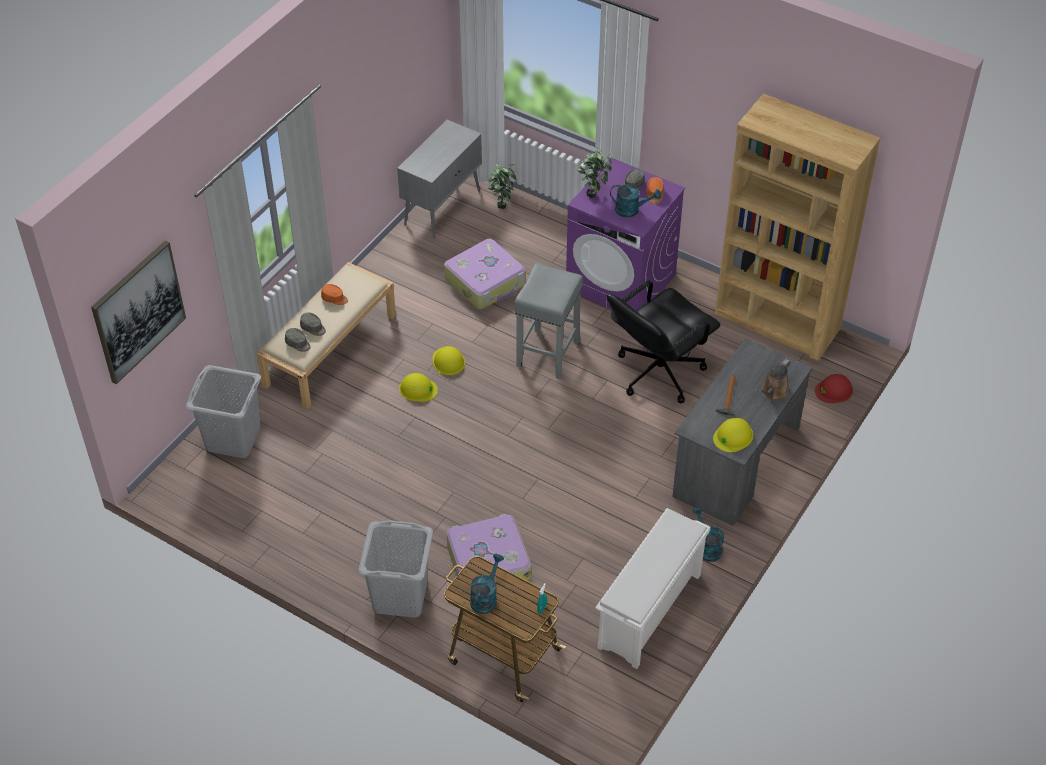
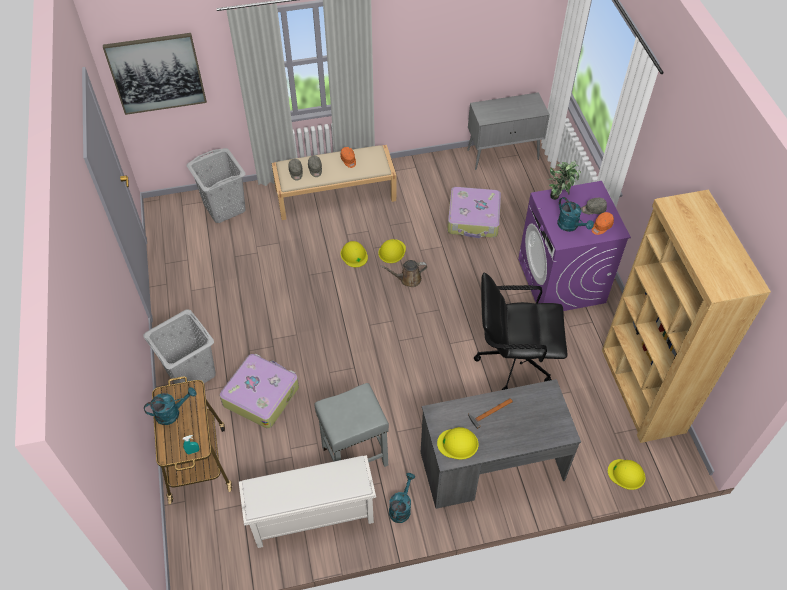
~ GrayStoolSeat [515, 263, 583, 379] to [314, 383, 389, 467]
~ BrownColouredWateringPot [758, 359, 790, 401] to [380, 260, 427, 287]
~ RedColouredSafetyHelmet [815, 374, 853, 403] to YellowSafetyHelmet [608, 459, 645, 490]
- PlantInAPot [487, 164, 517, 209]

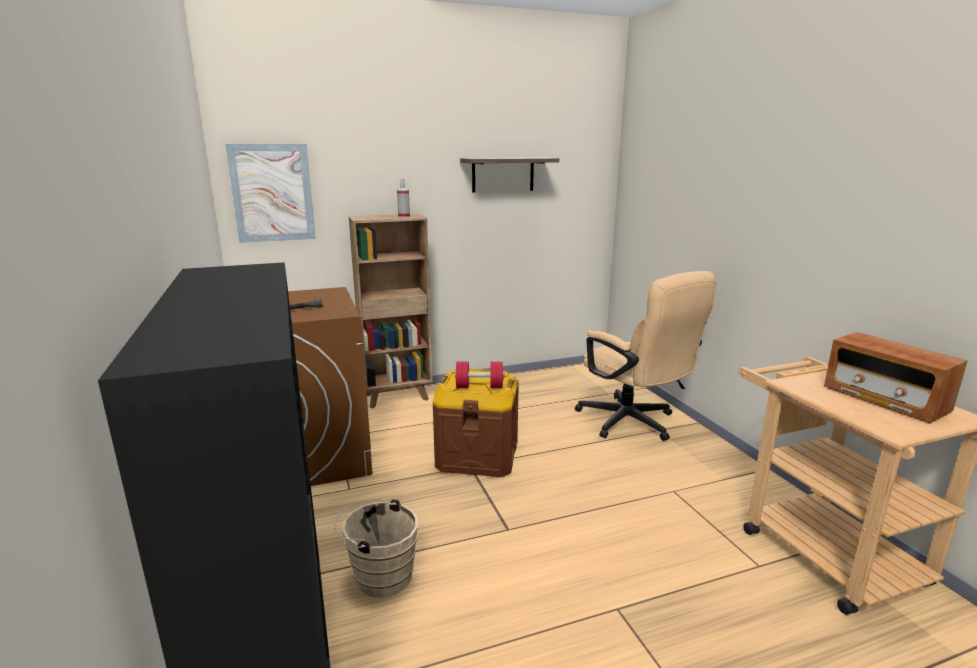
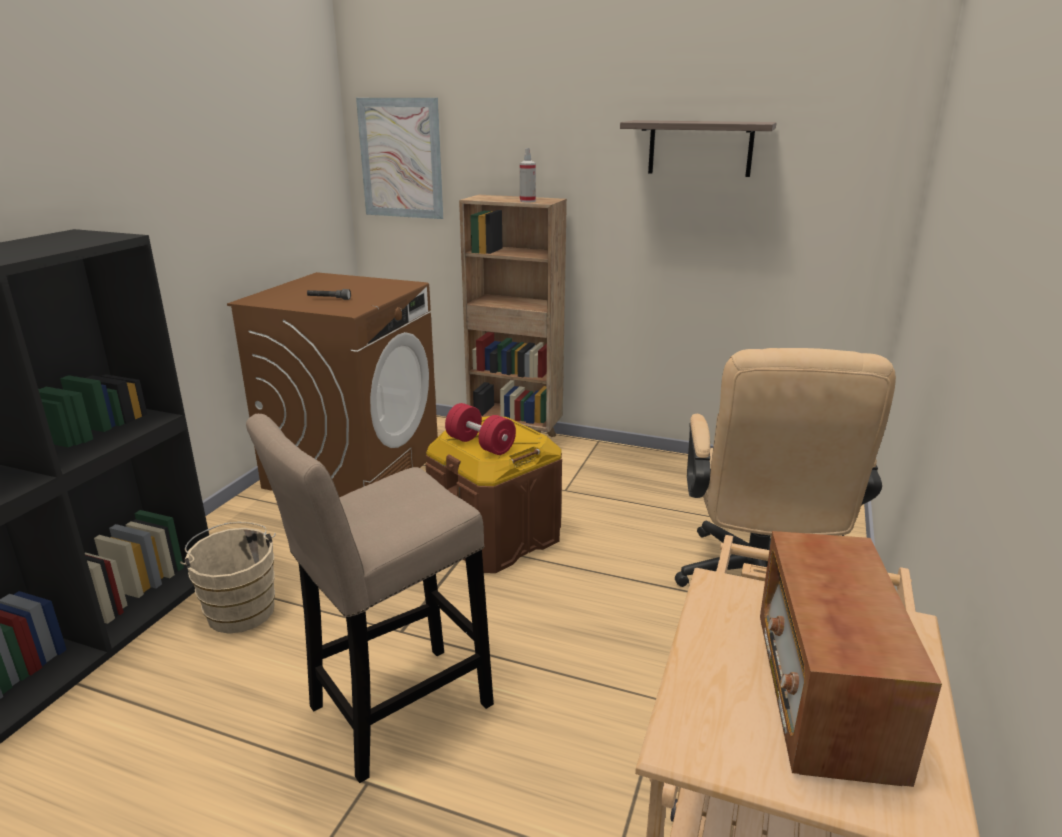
+ BeigeStoolSeat [246, 414, 494, 783]

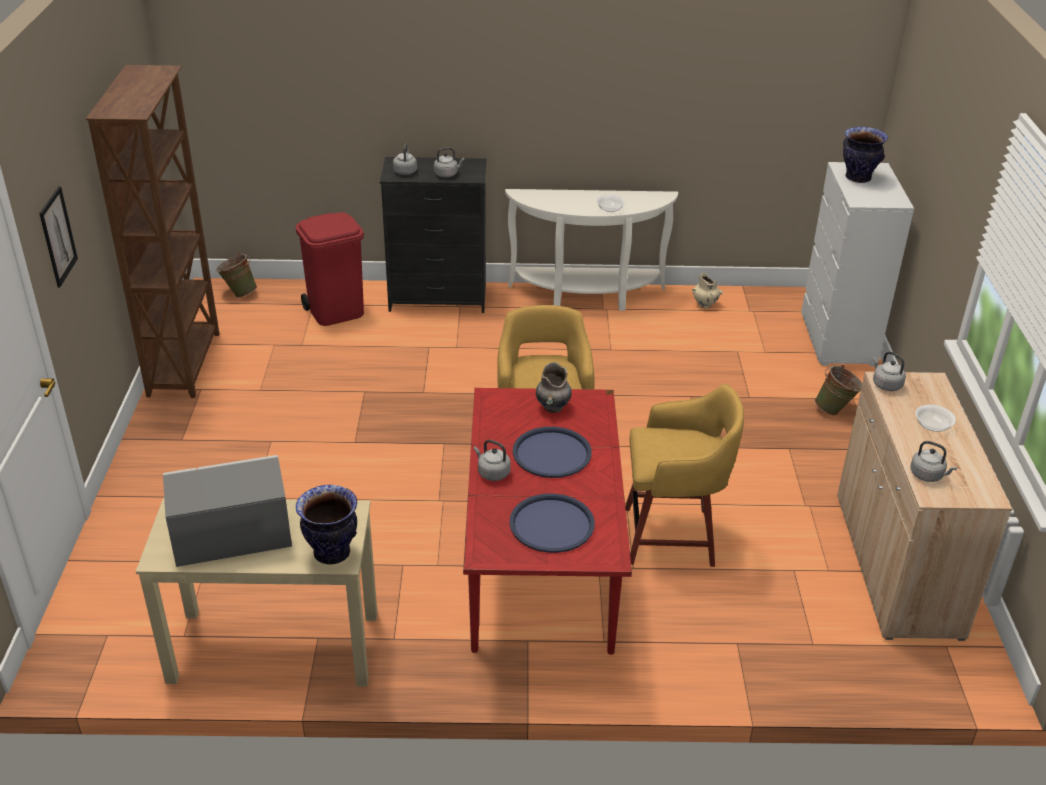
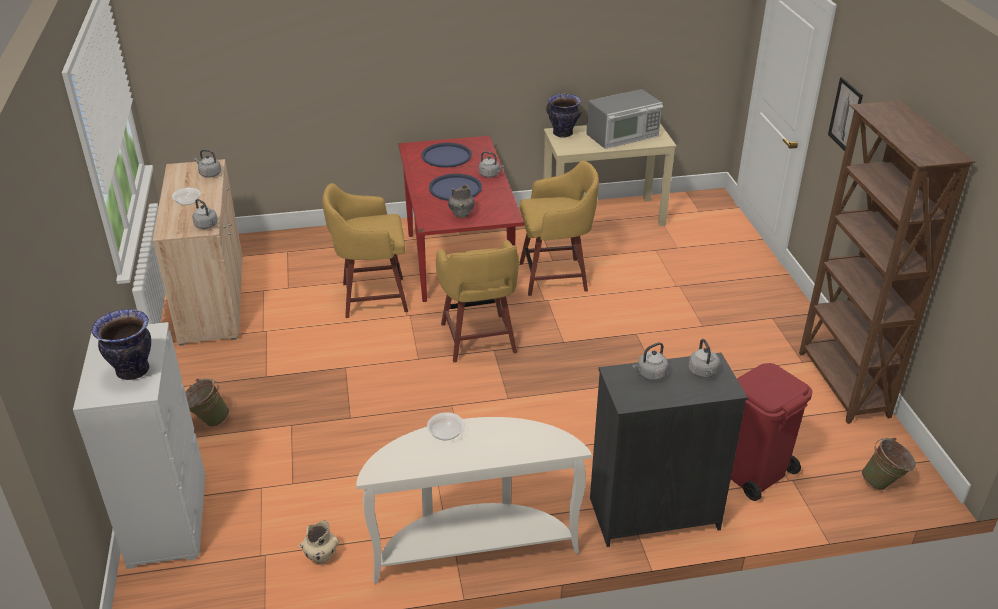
+ YellowStoolSeat [520, 160, 599, 296]

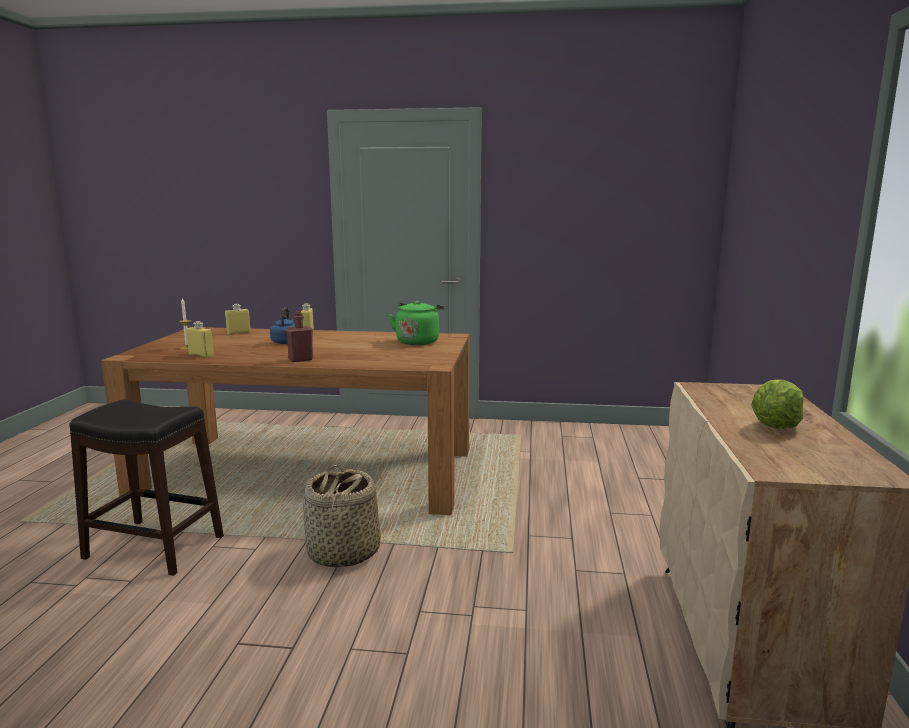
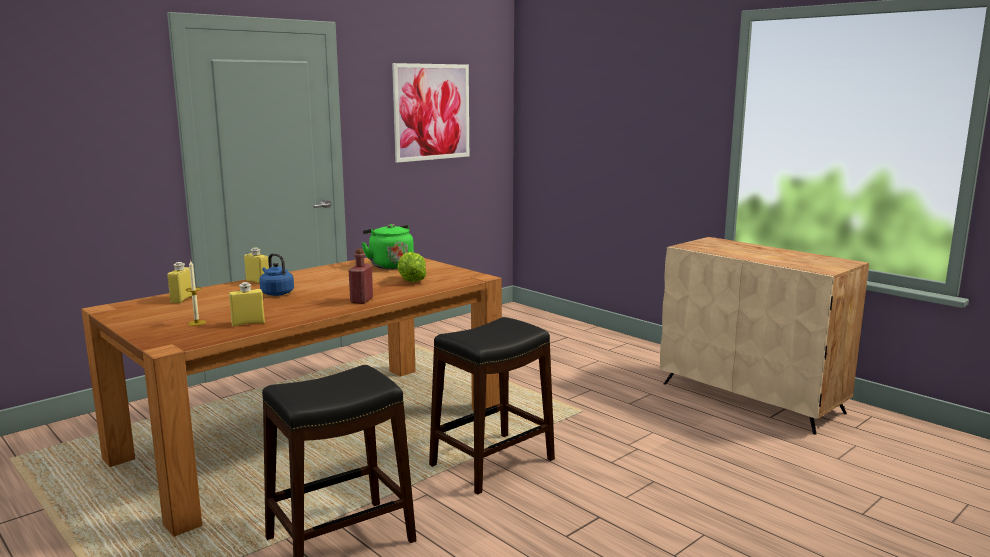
+ Picture [392, 63, 469, 163]
~ HeadOfLettuce [751, 380, 804, 429] to [397, 252, 427, 282]
~ HouseholdBasket [303, 465, 381, 568] to BlackColouredStoolSeat [429, 317, 555, 494]

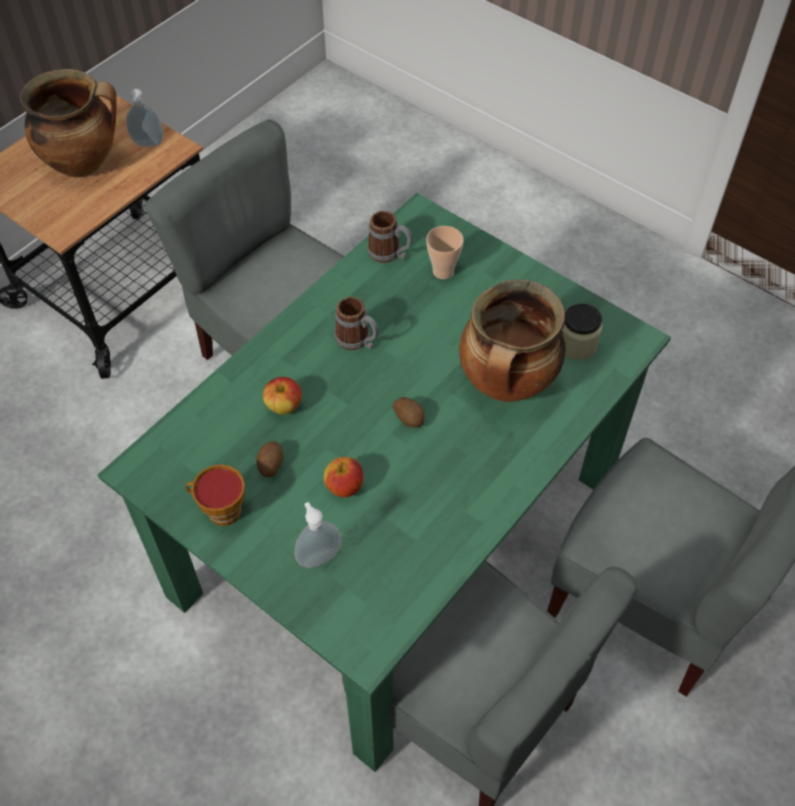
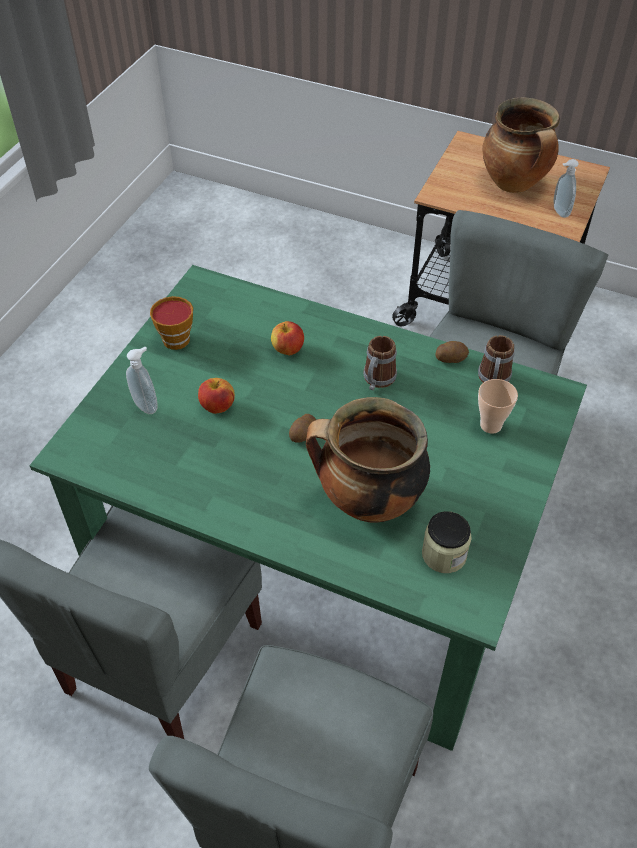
~ Spud [256, 441, 283, 477] to [435, 341, 469, 363]

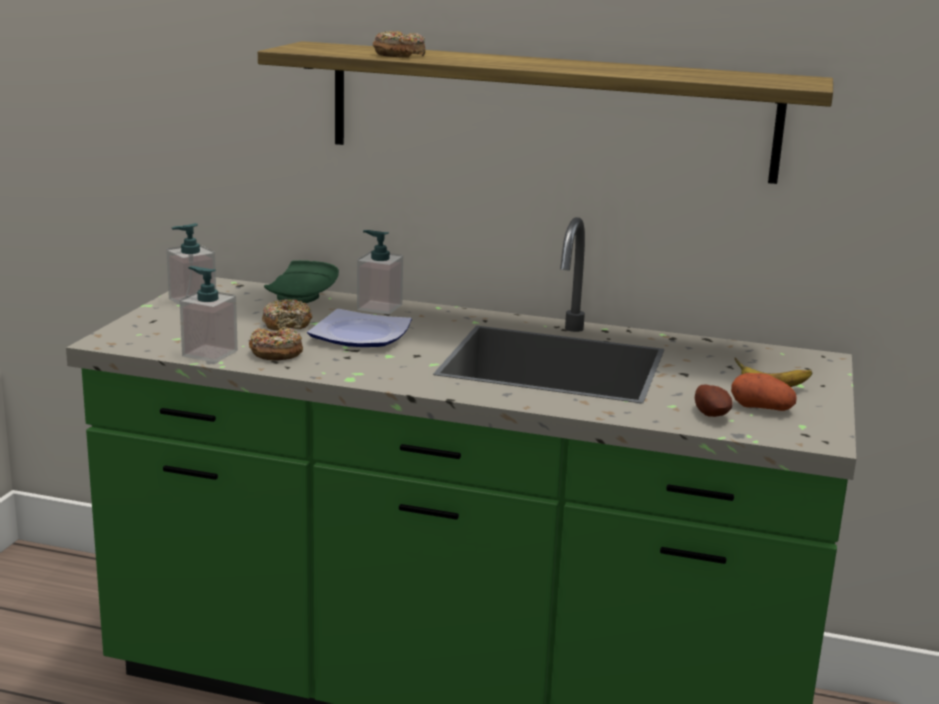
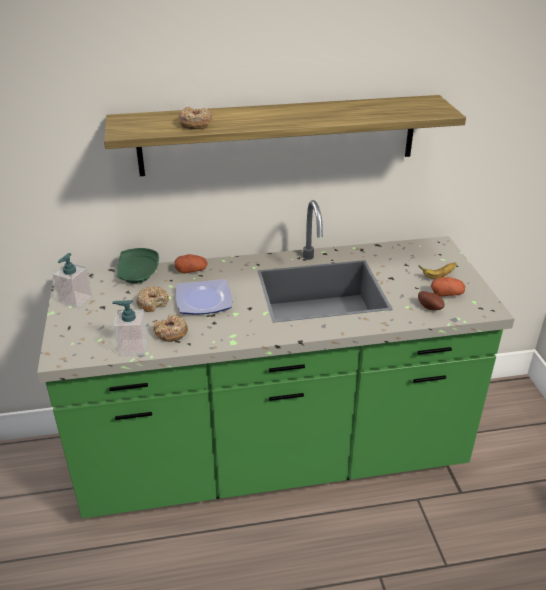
~ LiquidSoapBottle [357, 230, 403, 315] to Spud [175, 254, 208, 274]

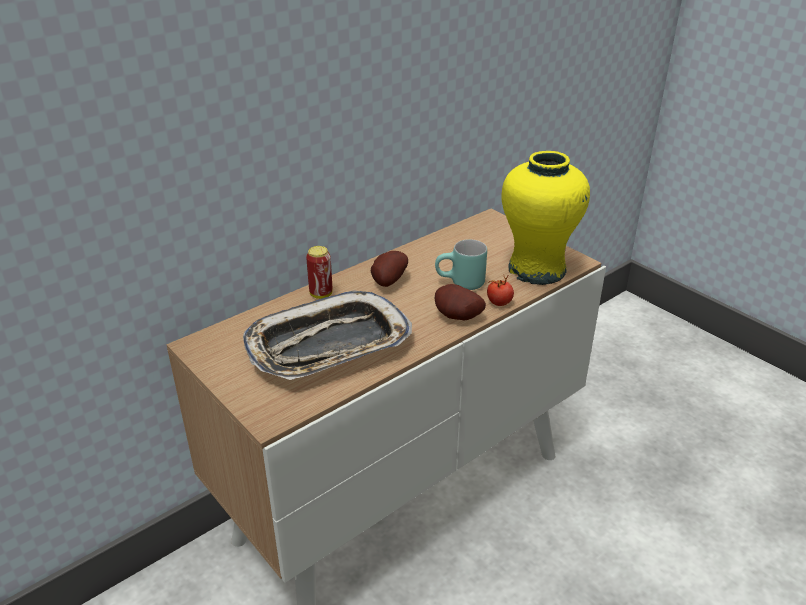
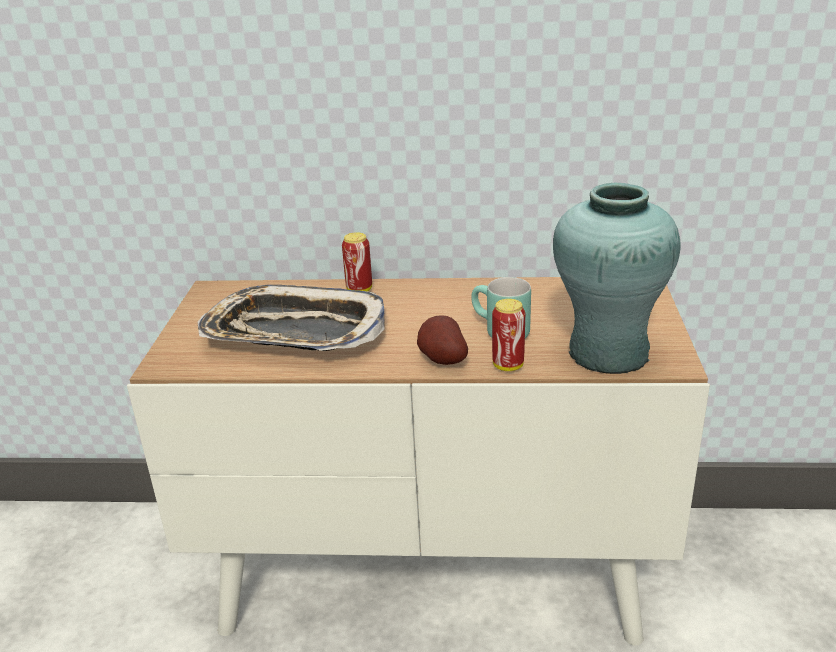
~ WholeTomato [487, 274, 514, 306] to Can [492, 299, 525, 371]
~ YellowVase [501, 151, 590, 285] to BlueGreenVase [553, 183, 681, 374]
- Spud [371, 251, 408, 287]

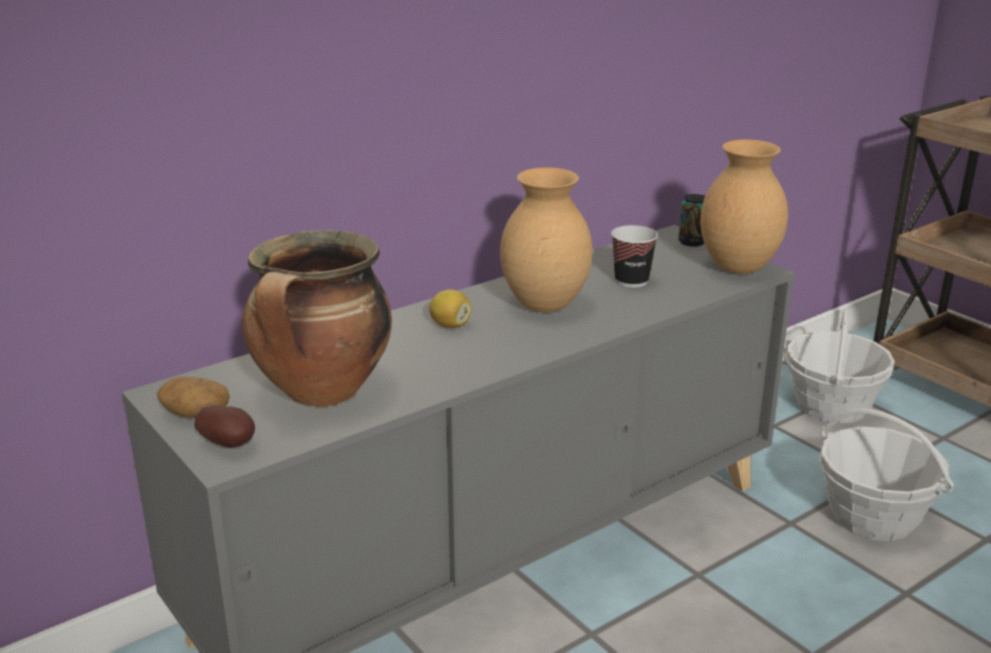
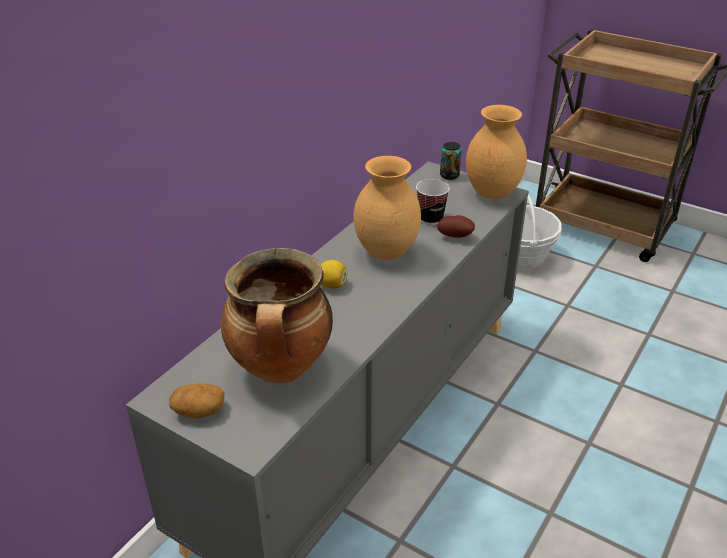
~ Spud [195, 405, 255, 448] to [437, 215, 475, 238]
- HouseholdBasket [819, 408, 954, 541]

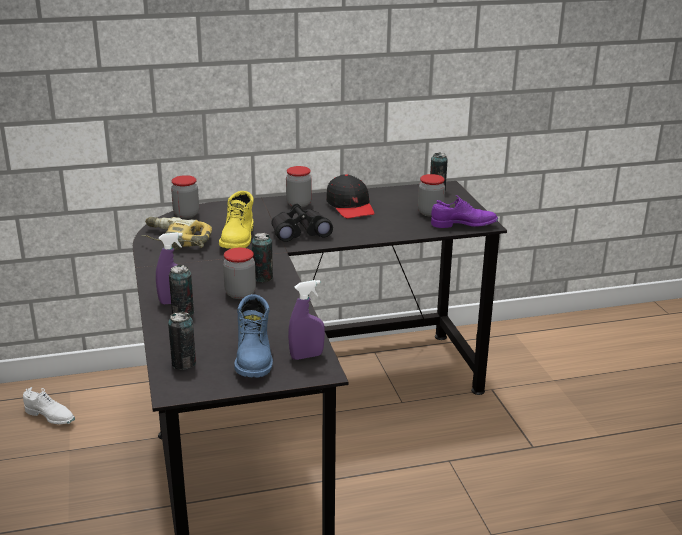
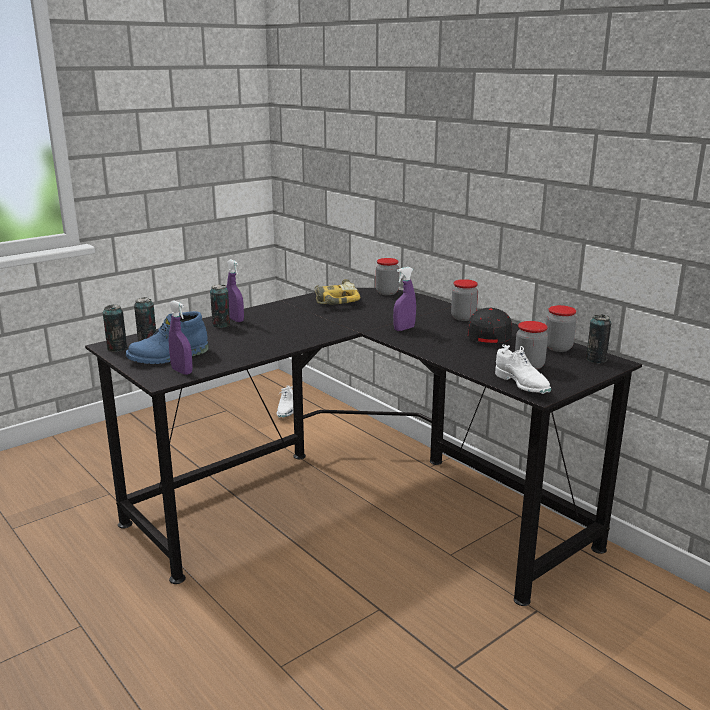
~ Can [252, 233, 273, 282] to [103, 305, 127, 352]
~ BlackColouredBinoculars [271, 204, 333, 242] to PurpleColouredSprayBottle [393, 267, 416, 331]
~ BlackColouredBaseballCap [326, 174, 374, 218] = [467, 308, 512, 343] 150 degrees clockwise
~ PurpleColouredShoe [431, 195, 498, 228] to WhiteShoe [495, 345, 551, 394]
~ PreserveJar [223, 248, 256, 299] to [545, 305, 576, 352]
- YellowBoot [219, 191, 254, 249]

